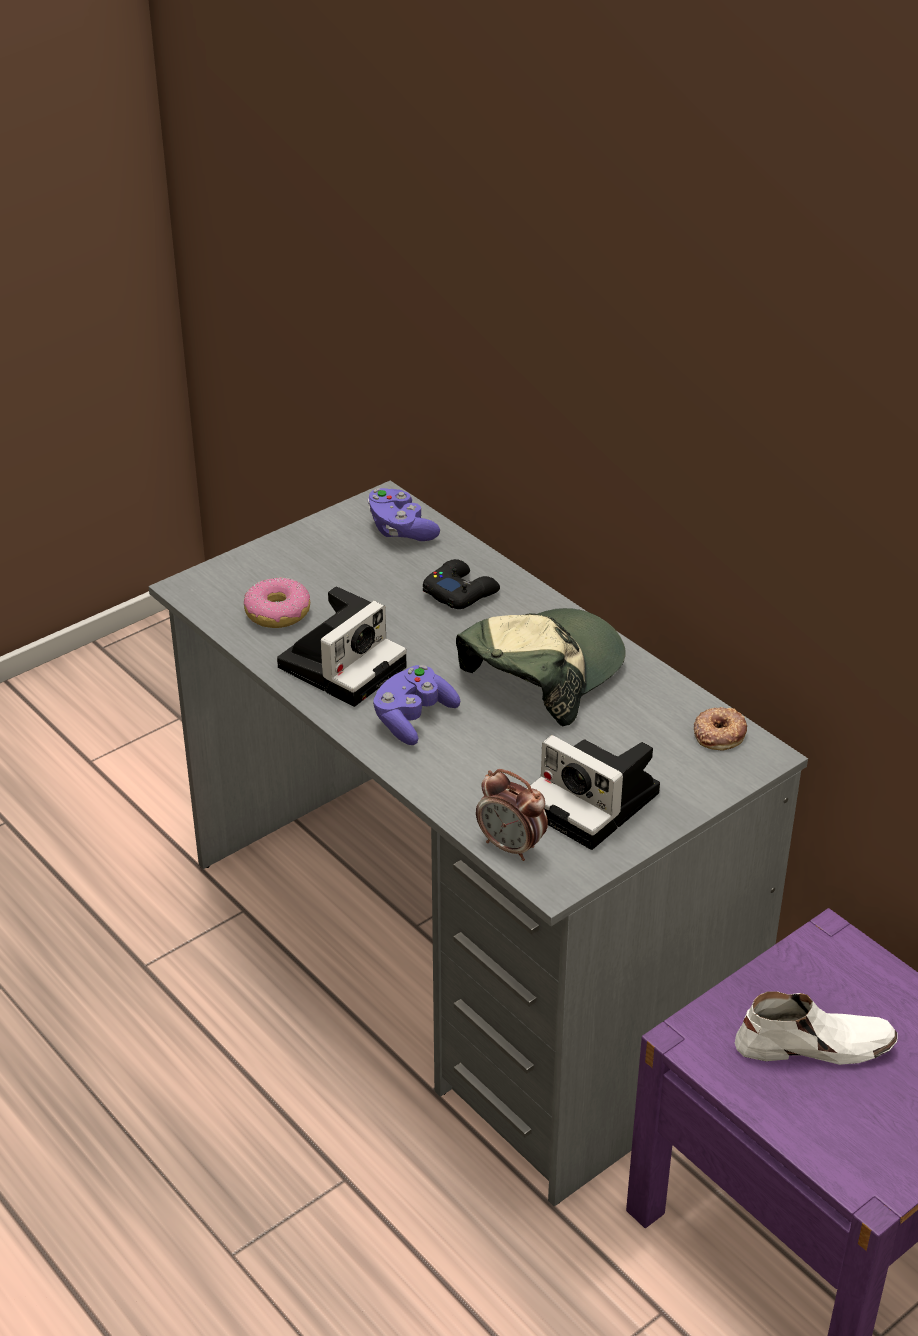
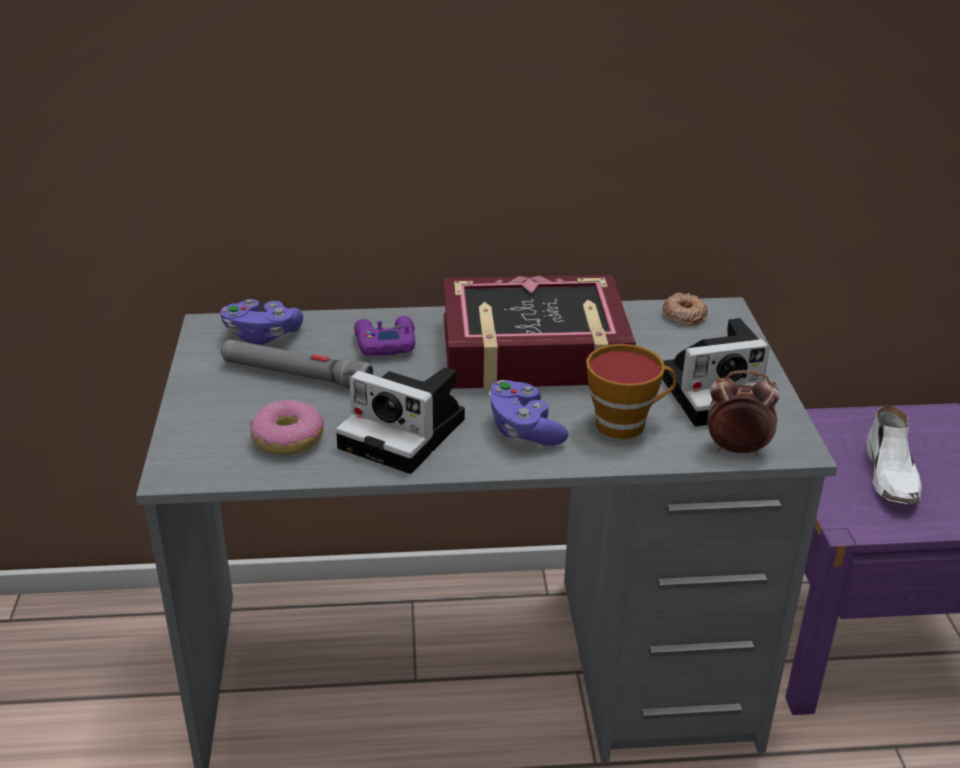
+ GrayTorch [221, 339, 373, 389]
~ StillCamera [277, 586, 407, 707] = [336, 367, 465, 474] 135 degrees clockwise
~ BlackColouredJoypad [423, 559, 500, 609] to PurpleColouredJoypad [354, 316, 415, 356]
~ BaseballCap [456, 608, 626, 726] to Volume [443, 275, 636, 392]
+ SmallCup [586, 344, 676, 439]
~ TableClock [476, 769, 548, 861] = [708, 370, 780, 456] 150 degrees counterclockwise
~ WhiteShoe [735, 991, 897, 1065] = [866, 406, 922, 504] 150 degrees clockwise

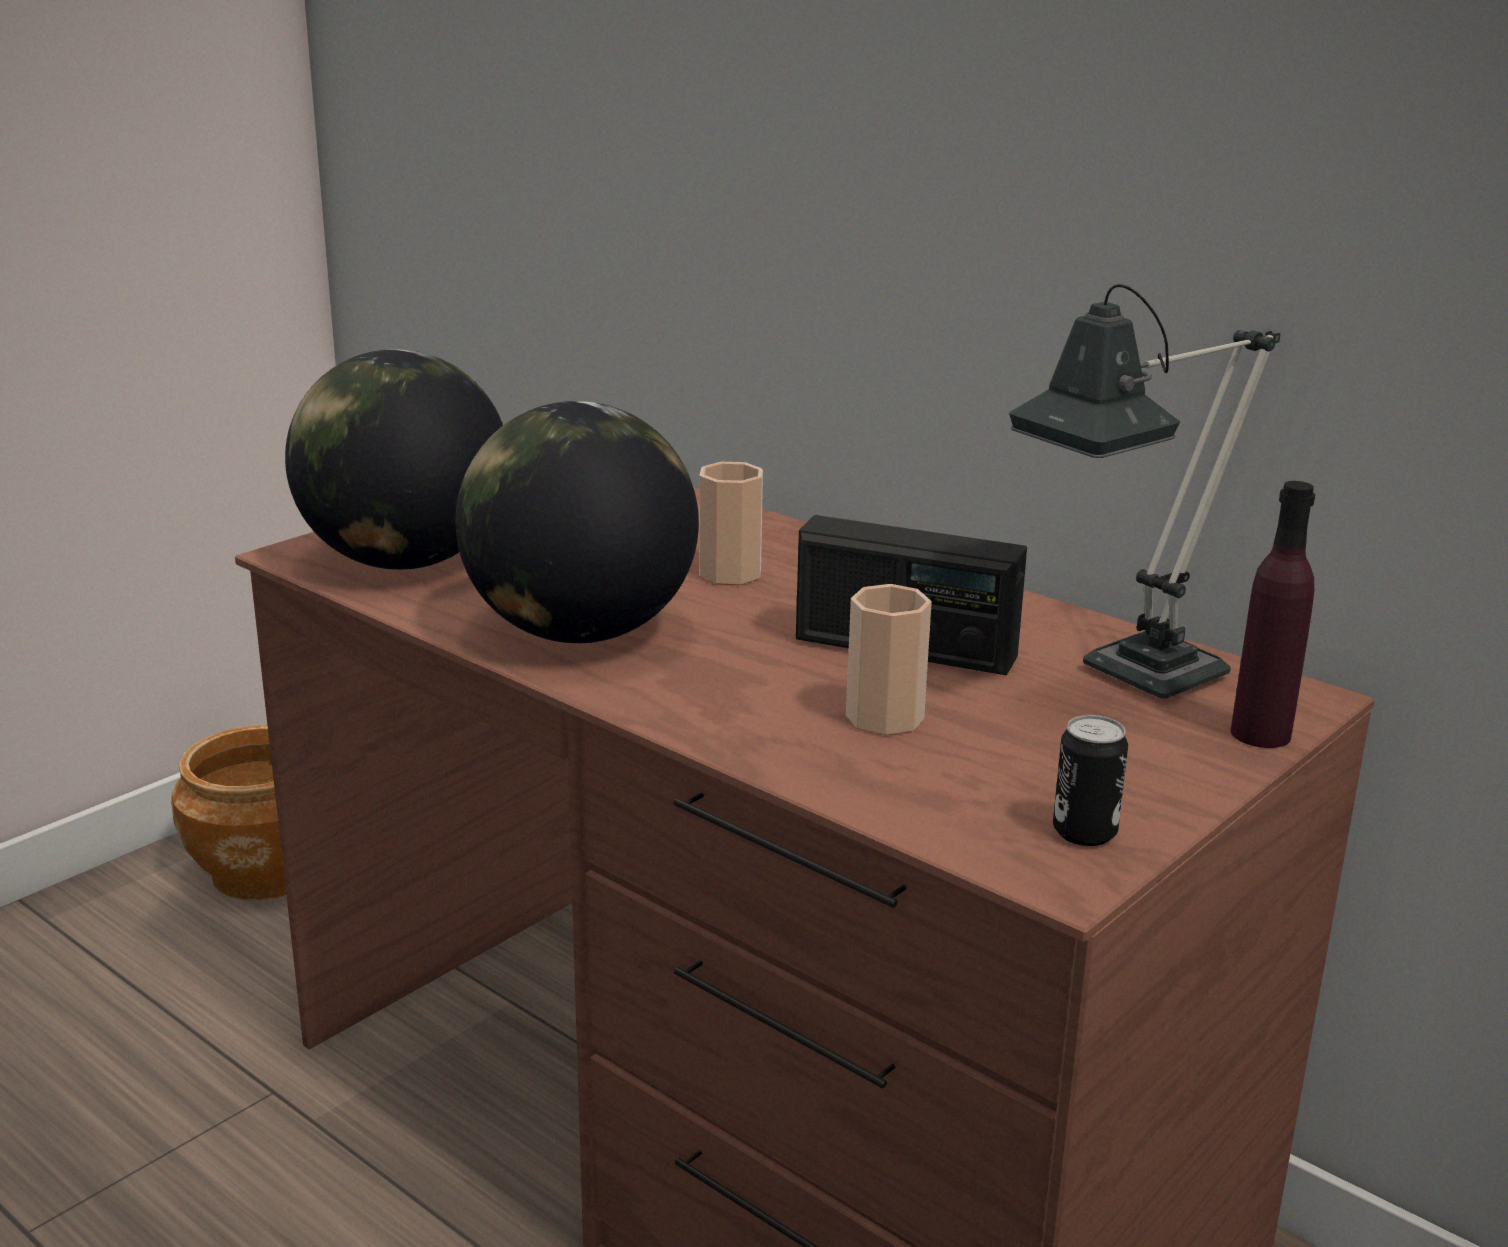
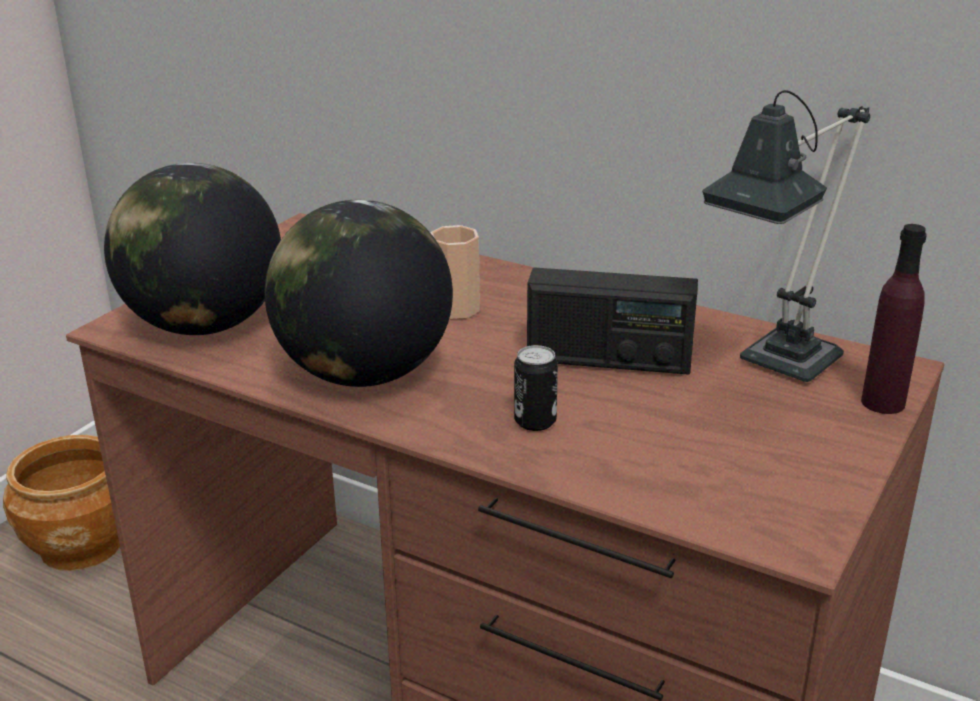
~ Can [1053, 715, 1128, 846] to [514, 345, 558, 431]
- SmallCup [846, 584, 932, 735]

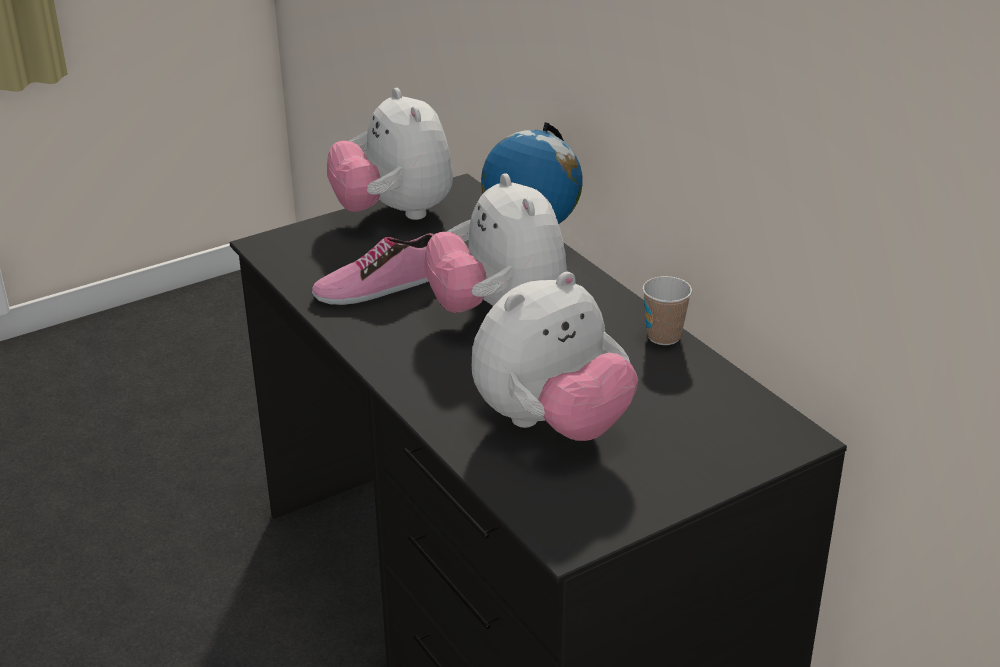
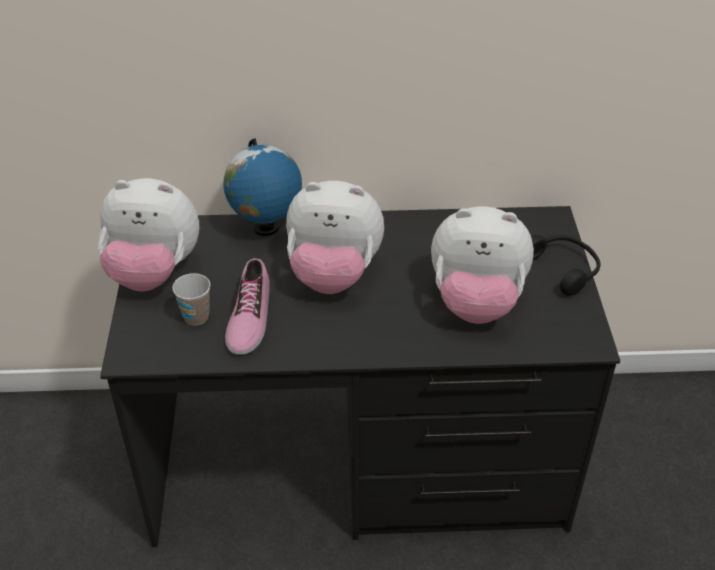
~ SmallCup [643, 276, 692, 345] to [172, 273, 211, 326]
~ PlushToy [472, 272, 638, 441] = [431, 207, 534, 324] 105 degrees clockwise
+ BlackColouredHeadphones [531, 235, 601, 296]

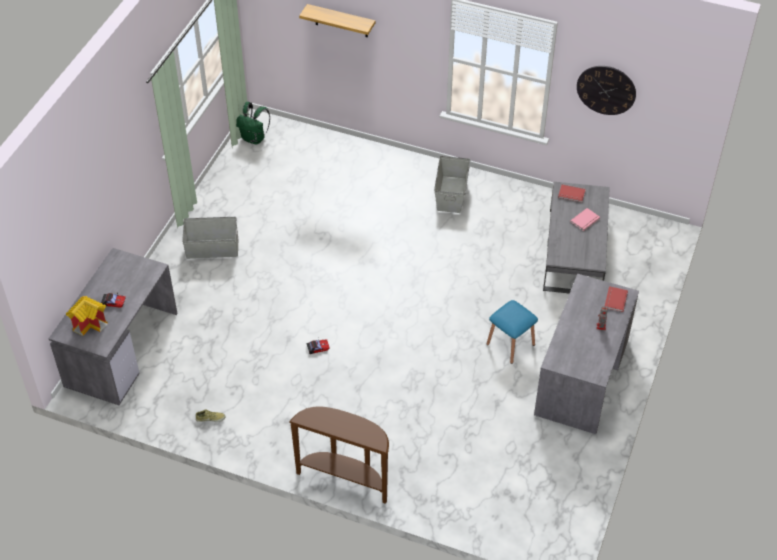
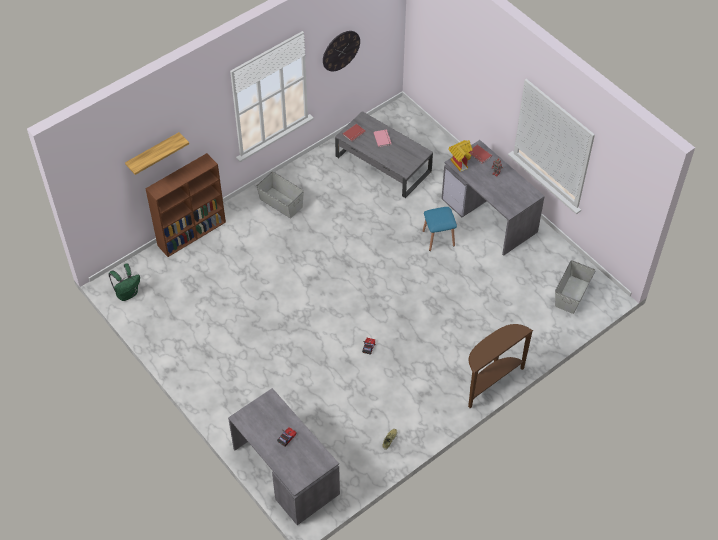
+ BrownColouredBookcase [145, 153, 226, 257]
~ ToyHouse [66, 296, 108, 336] to [448, 140, 472, 172]
~ GrayStorageBin [182, 217, 238, 259] to [555, 260, 596, 314]

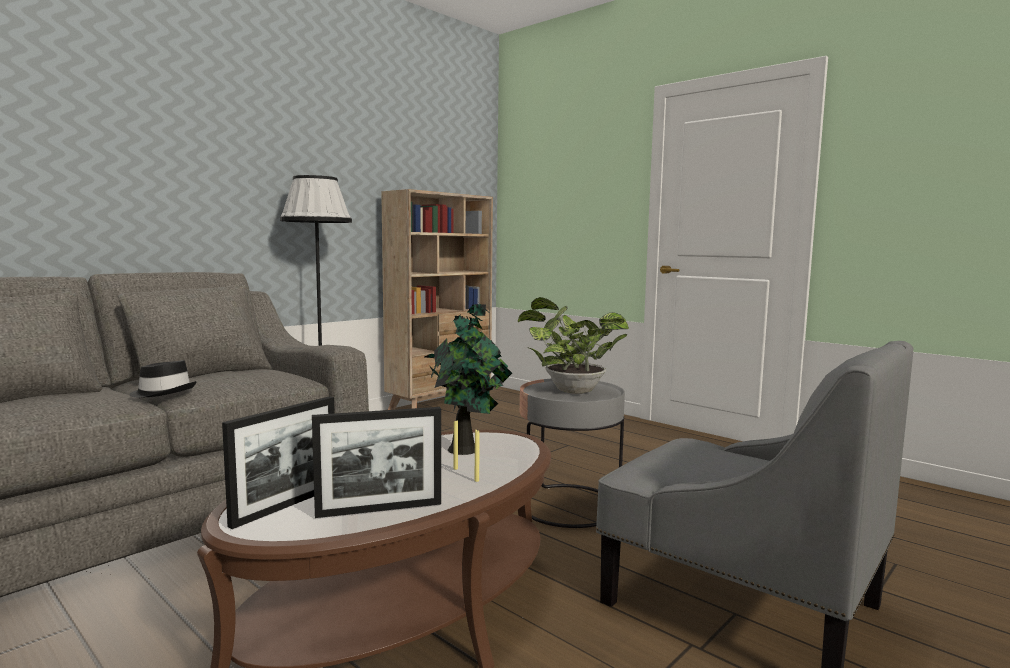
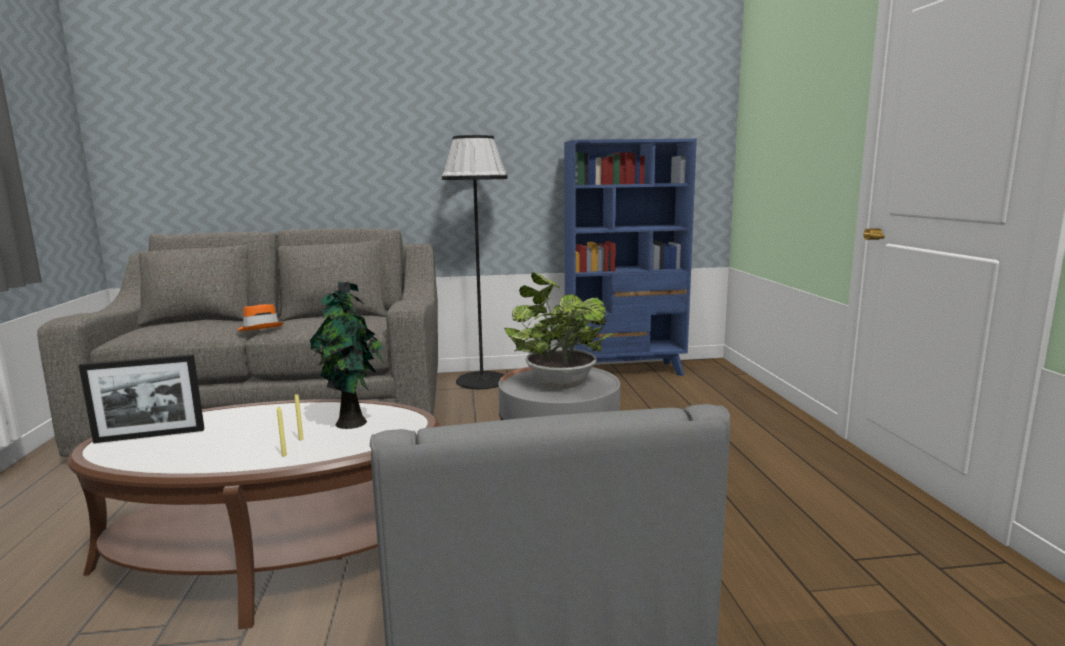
~ BlackColouredHat [129, 360, 197, 398] to OrangeHat [237, 304, 284, 331]
~ BeigeBookcase [381, 189, 493, 410] to BluishBookcase [564, 139, 697, 376]
- PictureFrame [312, 407, 441, 518]

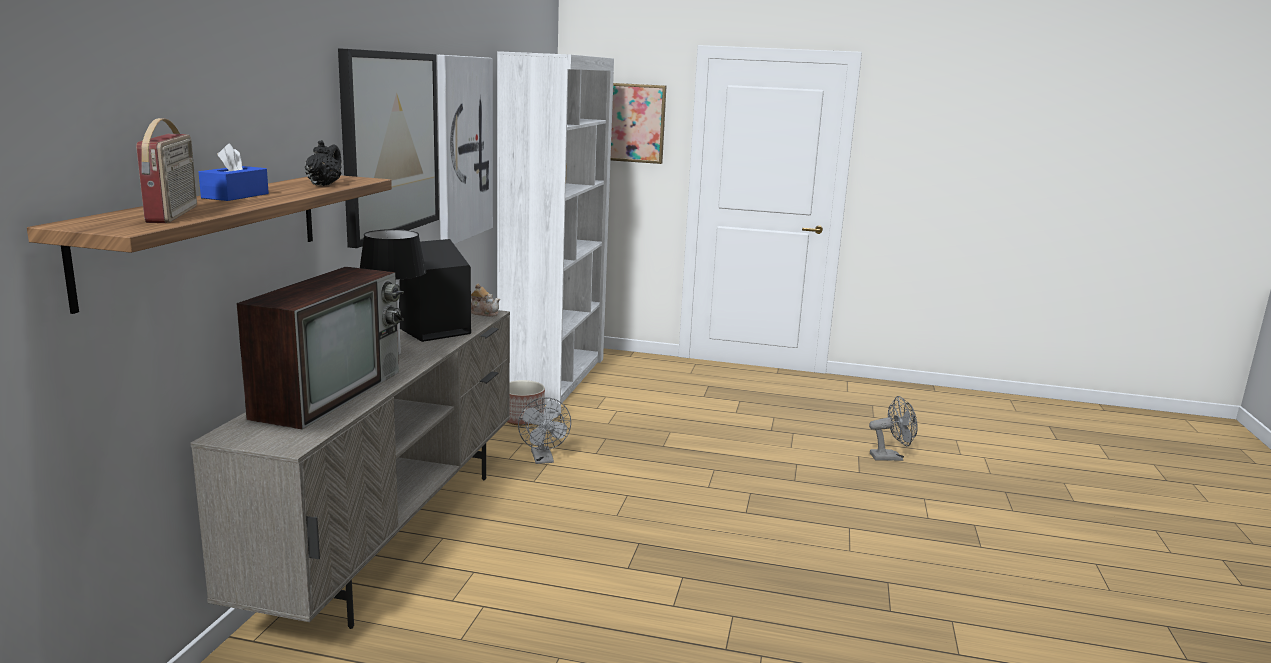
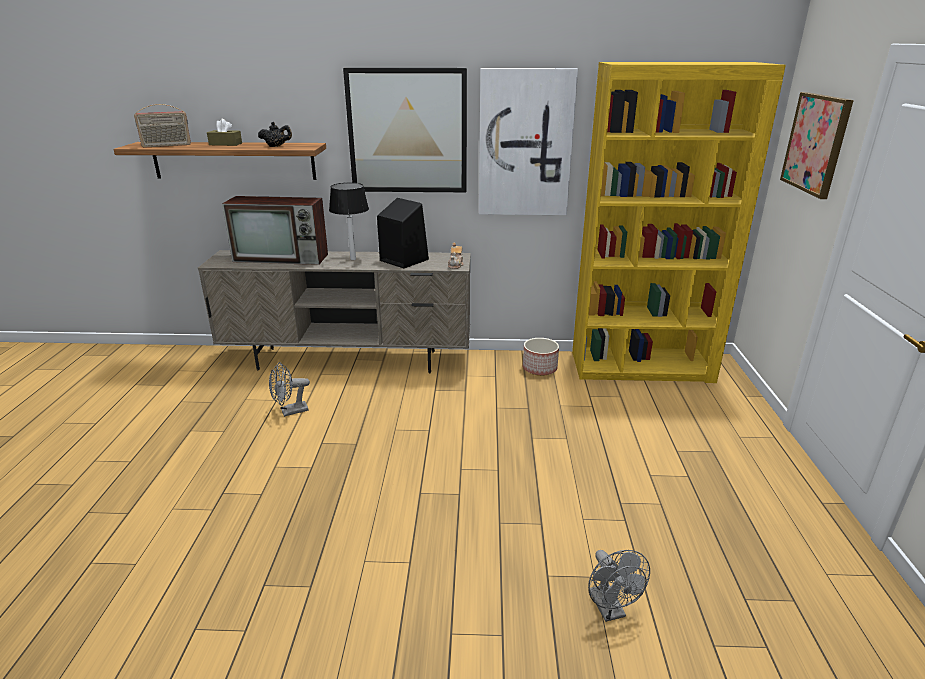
~ BluishTissueBox [199, 144, 269, 201] to BrownColouredTissueBox [207, 119, 242, 146]
~ GrayElectricFan [518, 397, 571, 464] to [269, 362, 310, 417]
~ WhiteBookcase [497, 51, 614, 405] to YellowBookcase [572, 62, 786, 383]

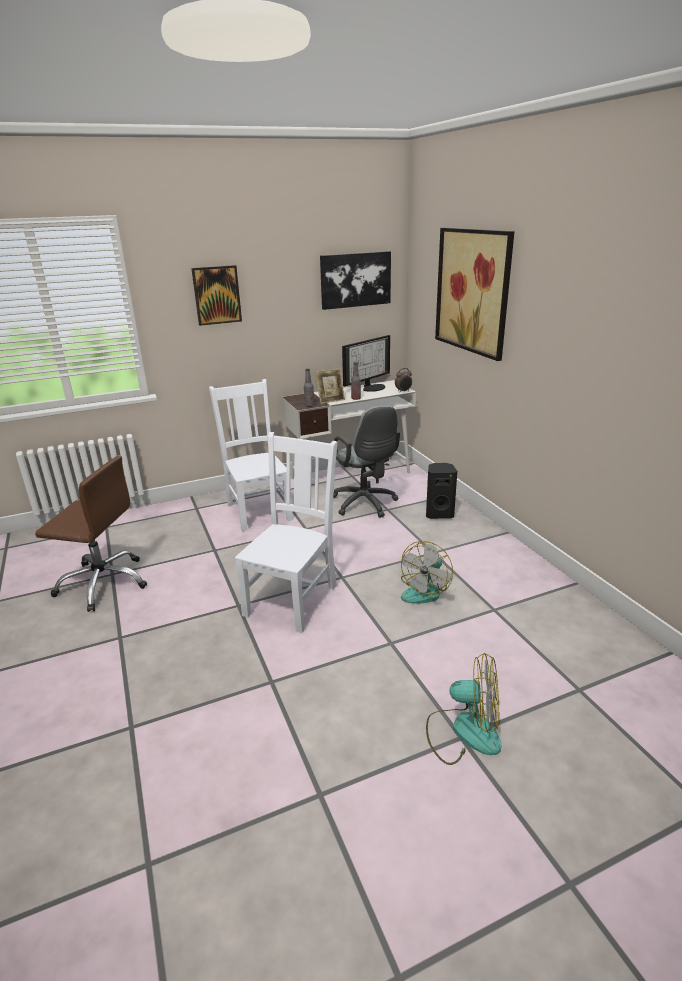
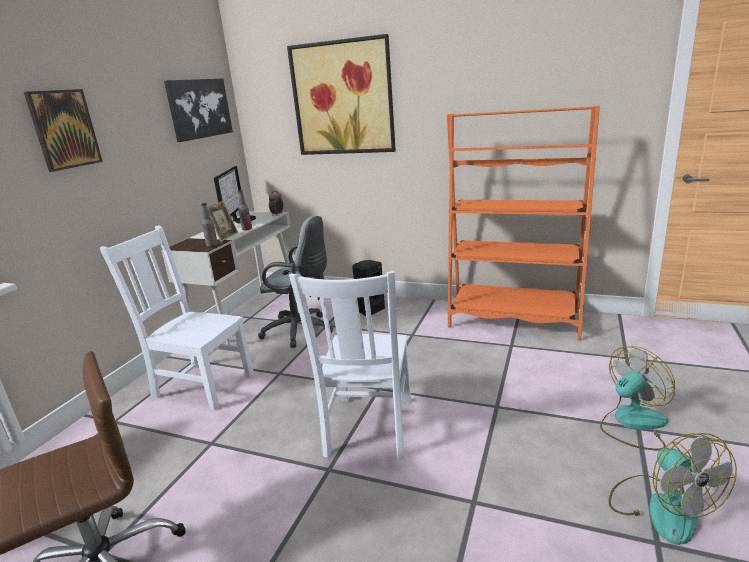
~ WhiteUprightChair [235, 432, 338, 633] = [289, 271, 411, 460] 150 degrees counterclockwise
+ OrangeBookcase [447, 106, 600, 340]
~ ElectricFan [401, 541, 453, 604] to [609, 433, 737, 545]

